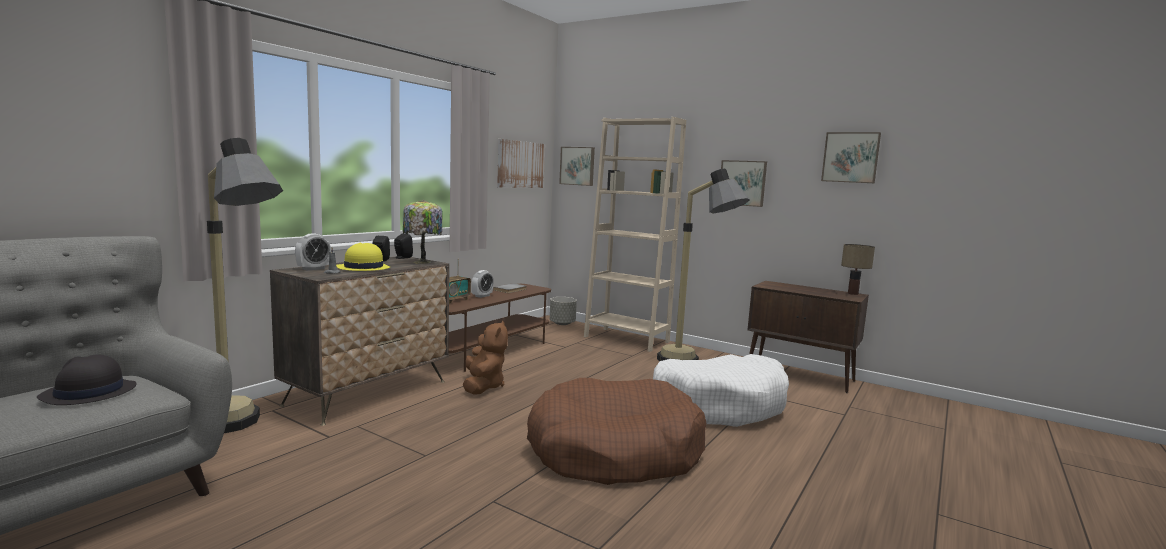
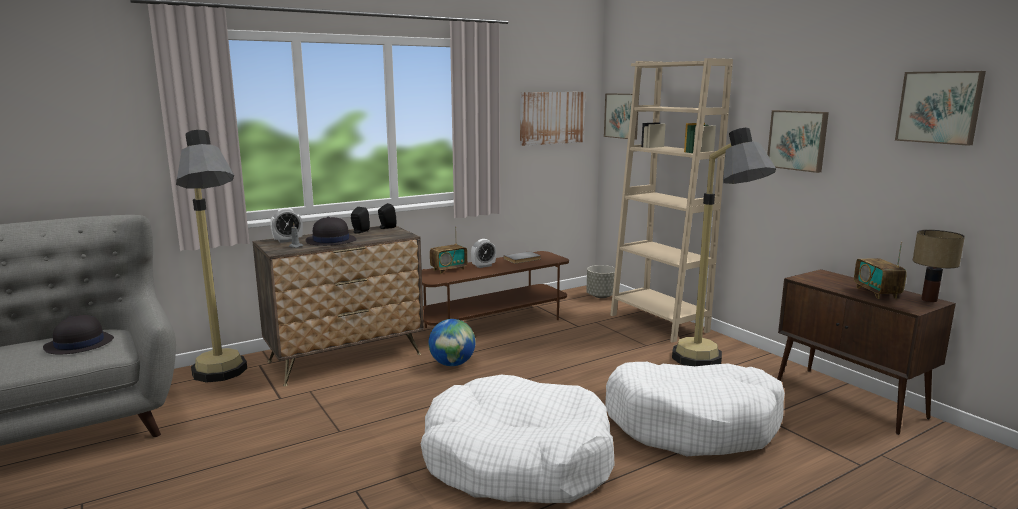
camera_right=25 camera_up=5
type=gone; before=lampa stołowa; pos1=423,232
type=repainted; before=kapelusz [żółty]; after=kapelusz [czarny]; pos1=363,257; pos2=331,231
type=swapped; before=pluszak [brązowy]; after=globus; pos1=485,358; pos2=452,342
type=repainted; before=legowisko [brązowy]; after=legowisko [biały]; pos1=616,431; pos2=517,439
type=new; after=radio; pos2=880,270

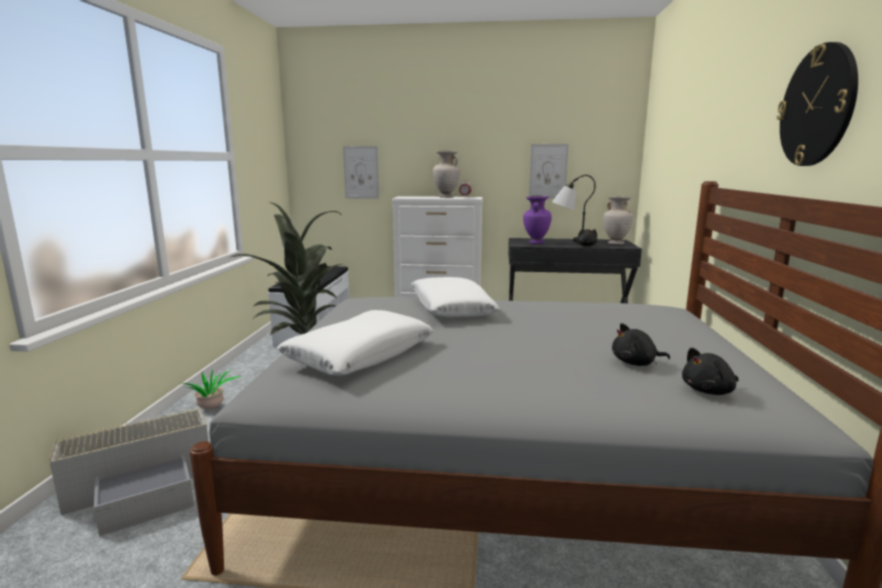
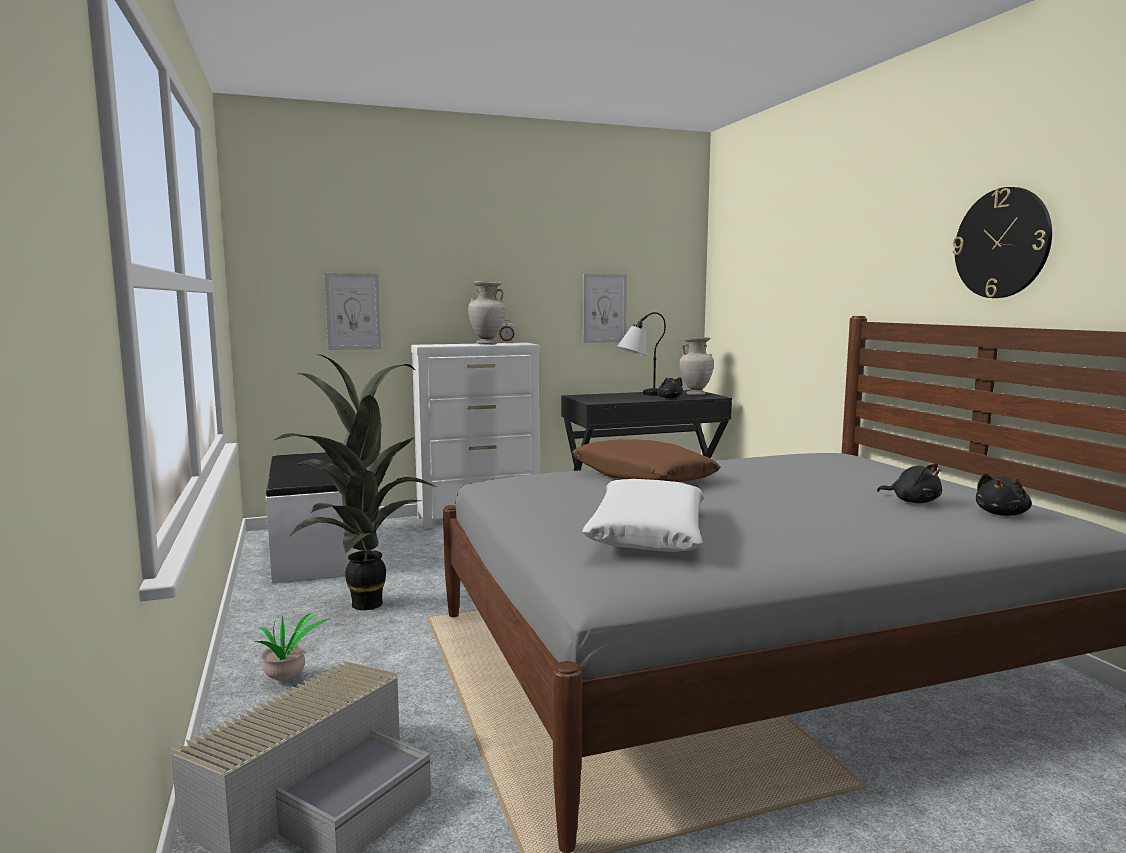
camera_right=-25 camera_up=-5
type=gone; before=wazon [fioletowy]; pos1=537,220
type=repainted; before=poduszka [biały]; after=poduszka [brązowy]; pos1=455,297; pos2=646,460
type=rotated; before=pluszak [czarny]; pos1=641,344; pos2=909,483; turn=-105

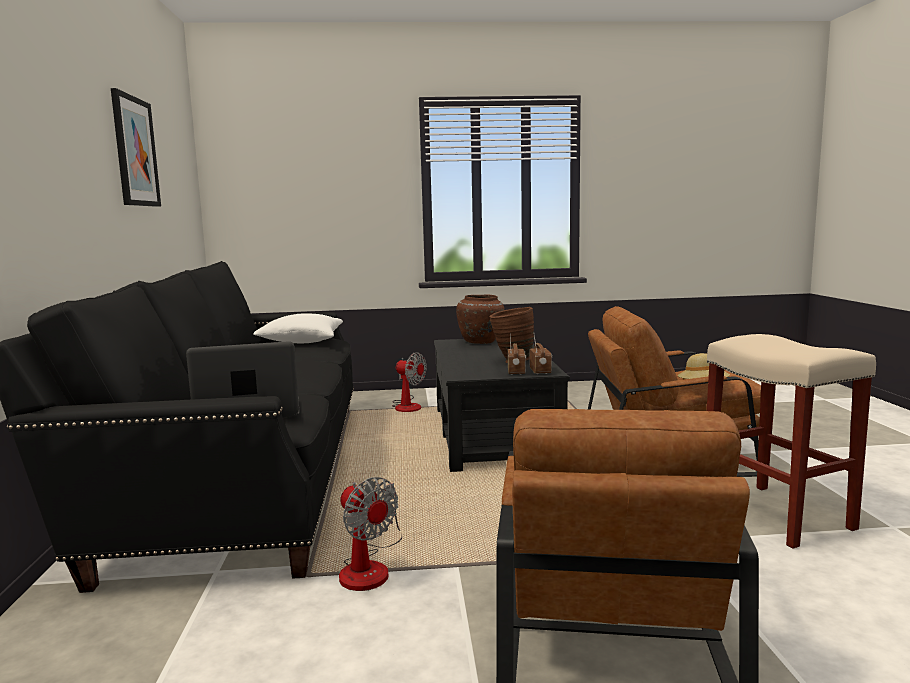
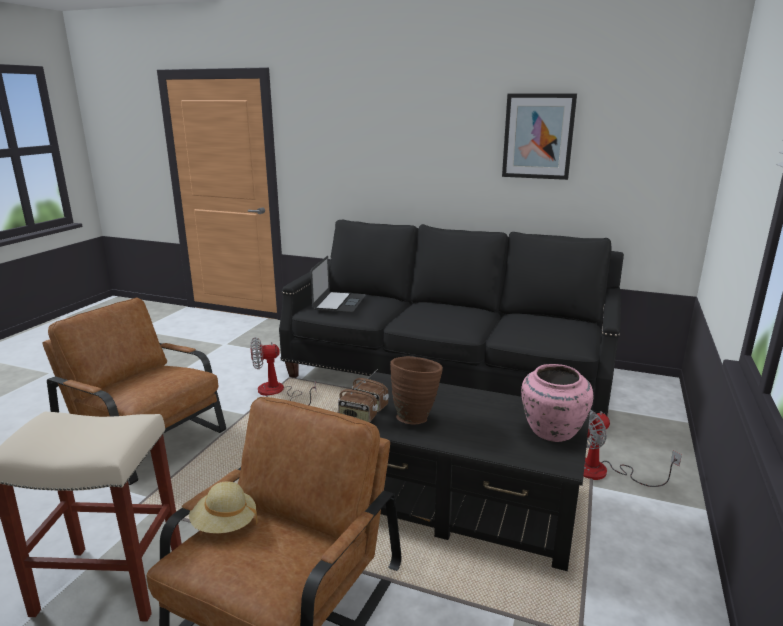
camera_right=115 camera_up=10
type=repainted; before=wazon [brązowy]; after=wazon [różowy]; pos1=480,319; pos2=557,403
type=gone; before=poduszka [biały]; pos1=298,328

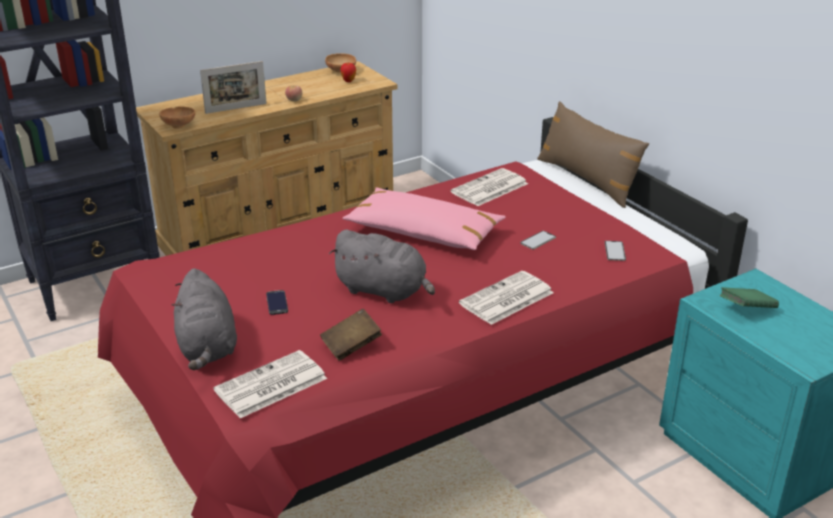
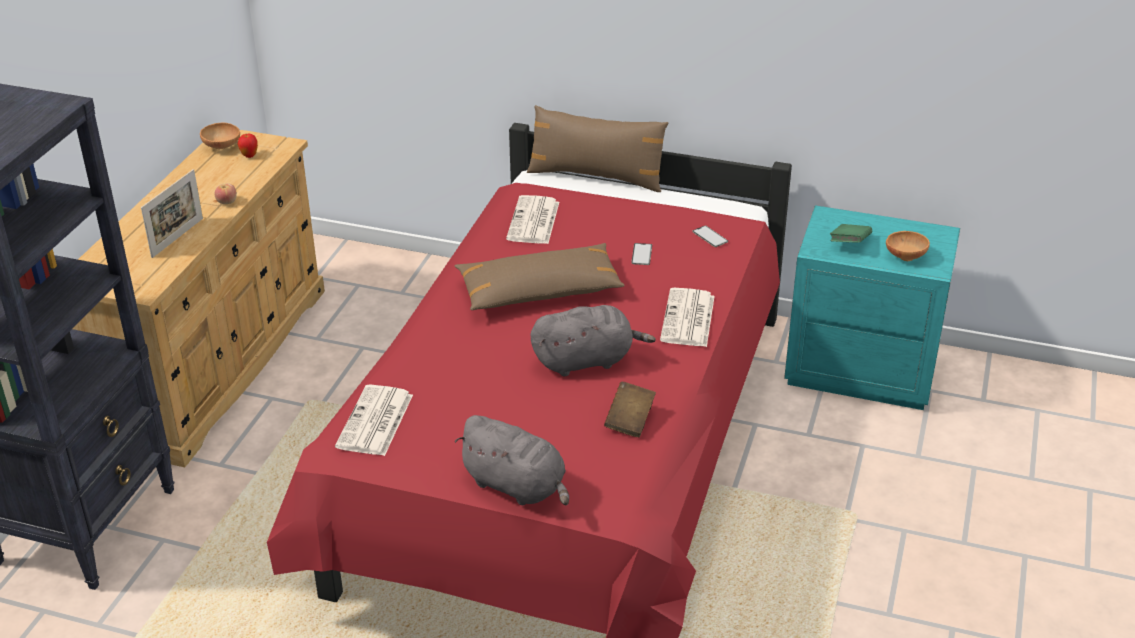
camera_right=-40 camera_up=5
type=shifted; before=miska [brązowy]; pos1=177,117; pos2=908,246
type=repainted; before=poduszka [różowy]; after=poduszka [brązowy]; pos1=424,218; pos2=540,276
type=gone; before=telefon; pos1=277,302
type=shifted; before=gazeta; pos1=270,384; pos2=374,420

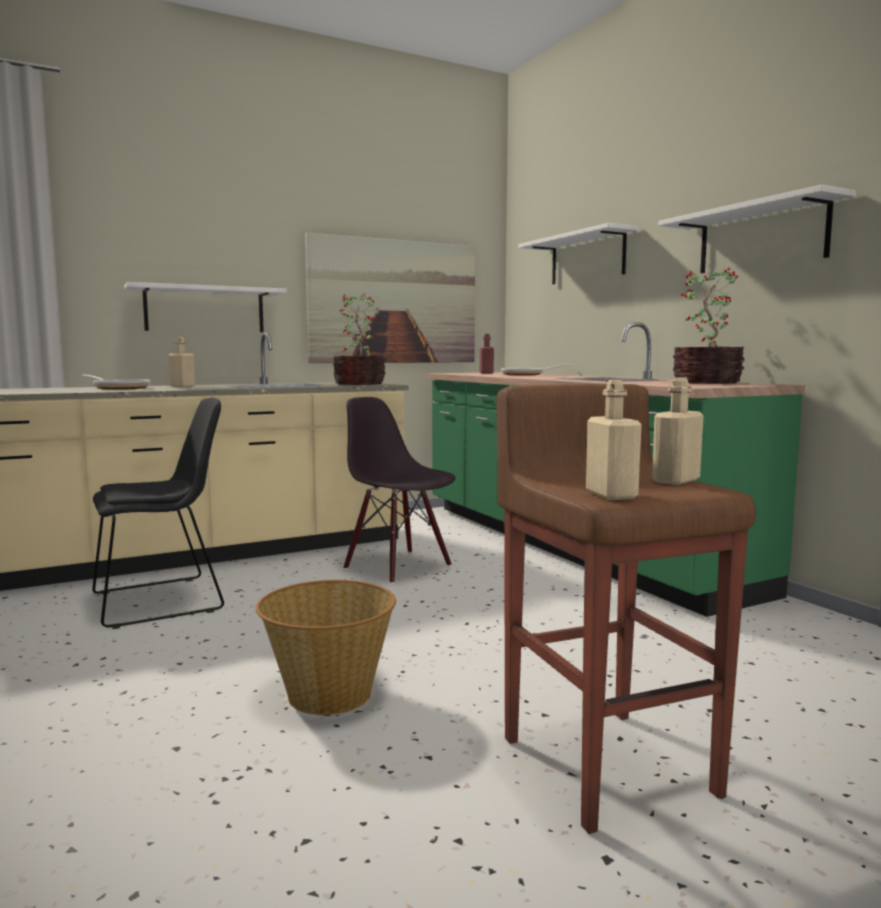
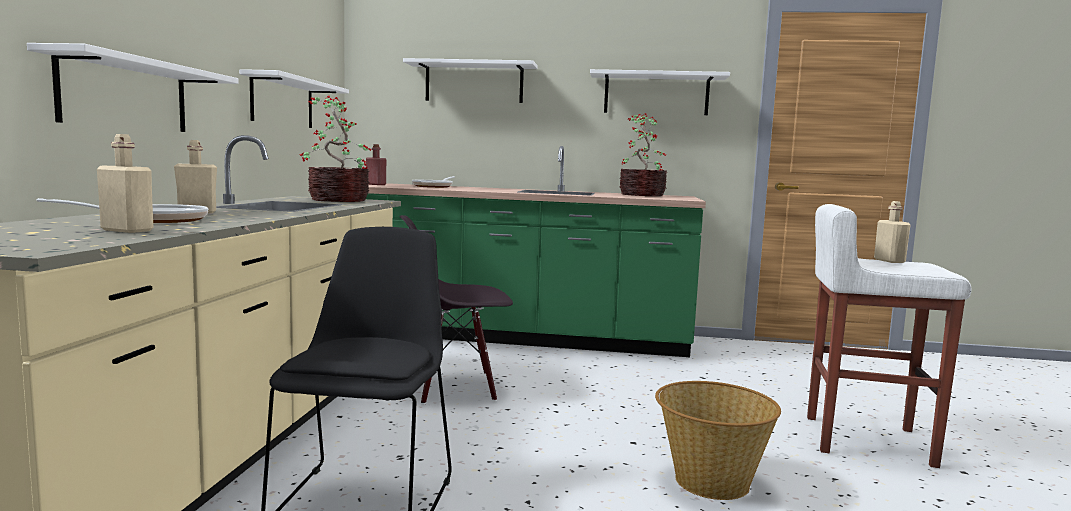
camera_right=-55 camera_up=0
type=swapped; before=obraz; after=półka [biały]; pos1=390,297; pos2=294,98
type=shifted; before=butelka [beżowy]; pos1=614,440; pos2=125,183
type=repainted; before=stołek [brązowy]; after=stołek [biały]; pos1=626,609; pos2=889,336

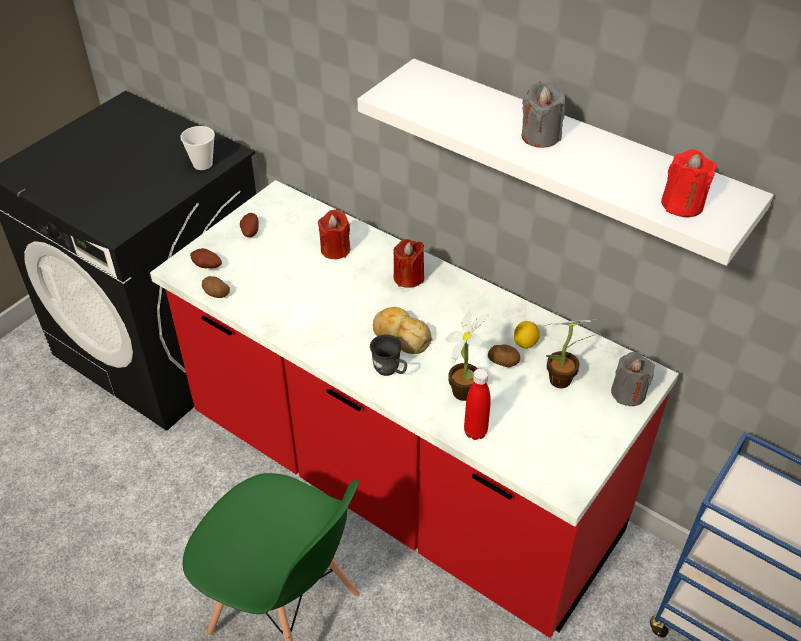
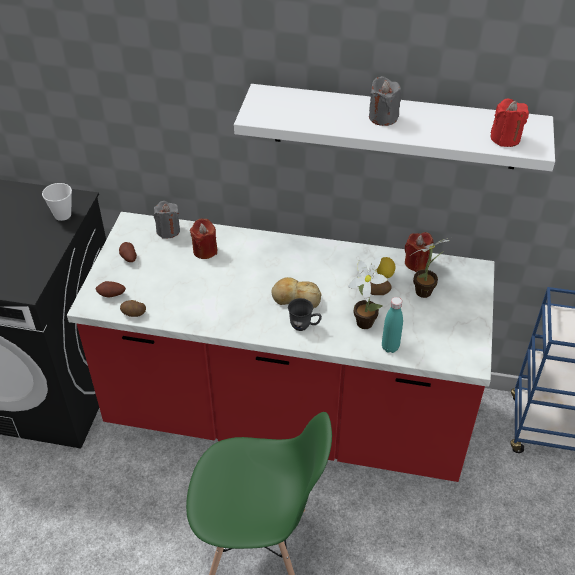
camera_right=-25 camera_up=0
type=shifted; before=świeca [czerwony]; pos1=409,263; pos2=419,252
type=shifted; before=świeca [szary]; pos1=633,379; pos2=167,220
type=repainted; before=butelka [czerwony]; after=butelka [turkusowy]; pos1=477,404; pos2=392,325

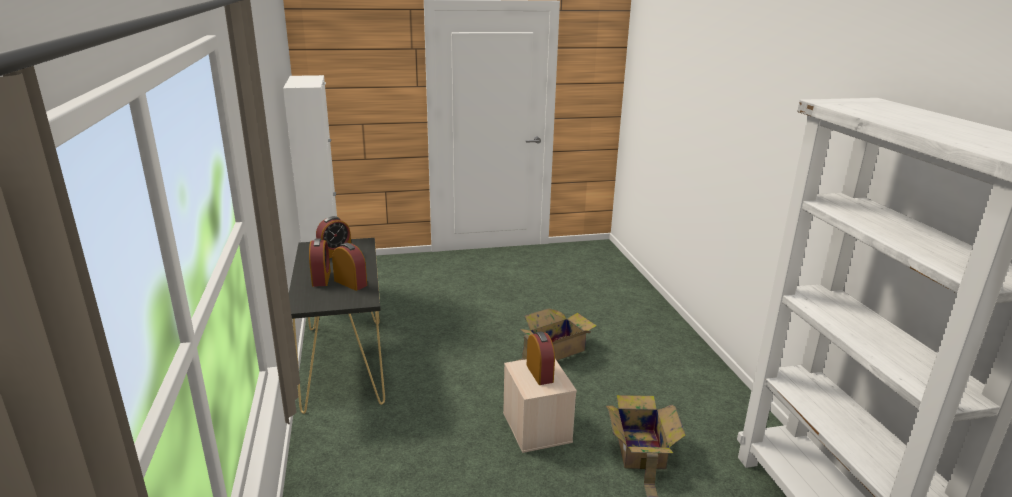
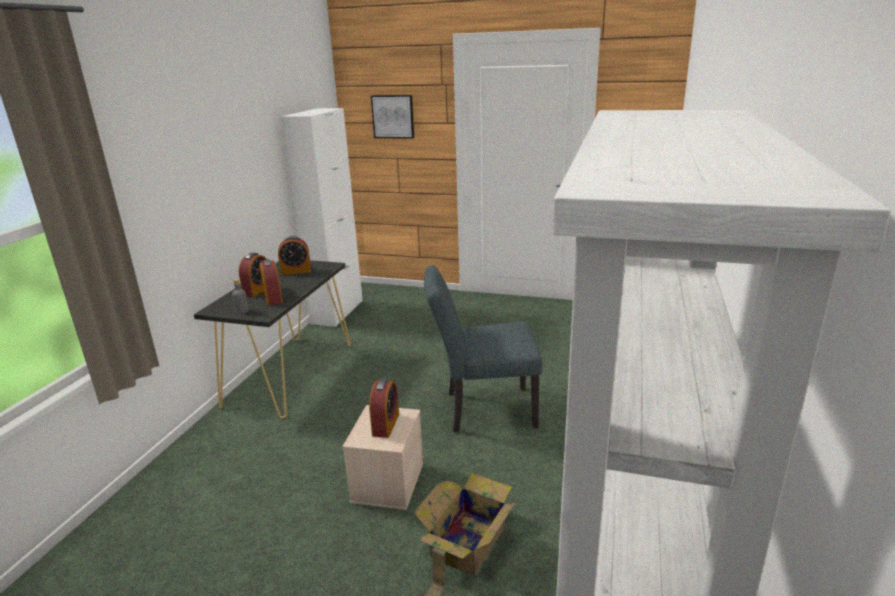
camera_right=30 camera_up=0
type=swapped; before=karton; after=krzesło [szary]; pos1=556,334; pos2=483,348
type=new; after=obraz; pos2=392,117
type=new; after=butelka [szary]; pos2=240,296

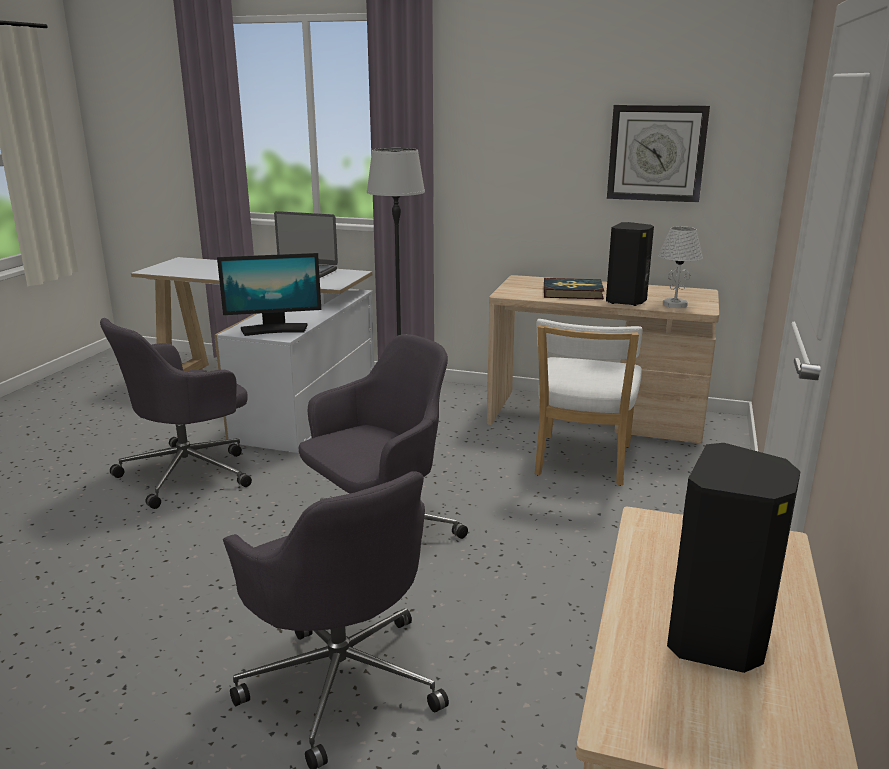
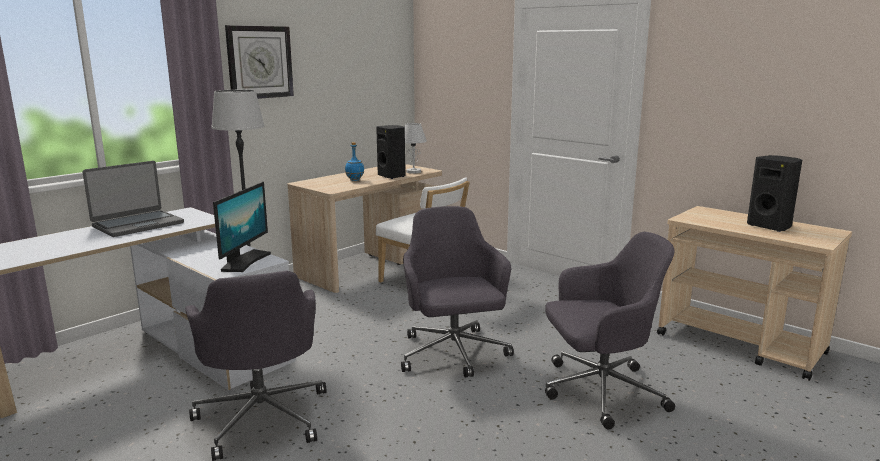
camera_right=-65 camera_up=-5
type=shifted; before=zegar ścienny; pos1=658,153; pos2=259,62
type=swapped; before=książka; after=butelka [niebieski]; pos1=574,288; pos2=354,161

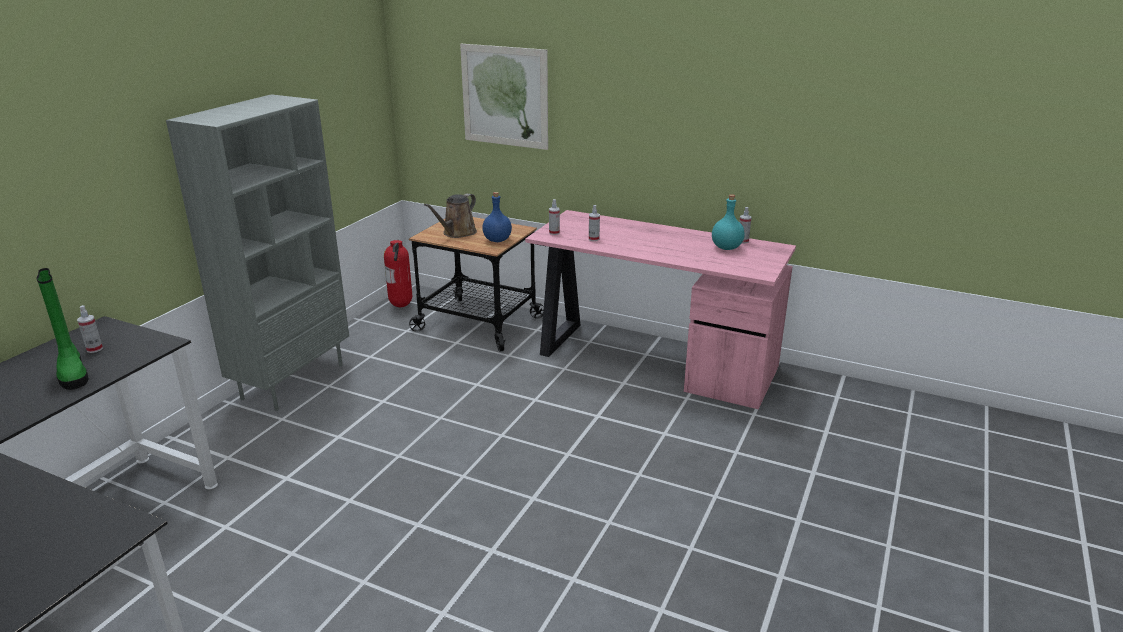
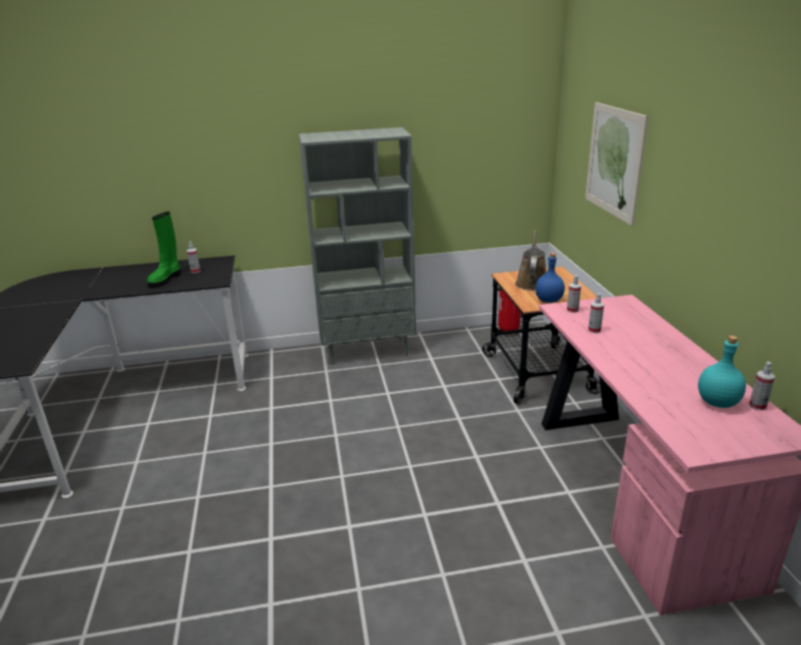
camera_right=55 camera_up=0
type=rotated; before=konewka [brązowy]; pos1=450,215; pos2=530,260; turn=105

